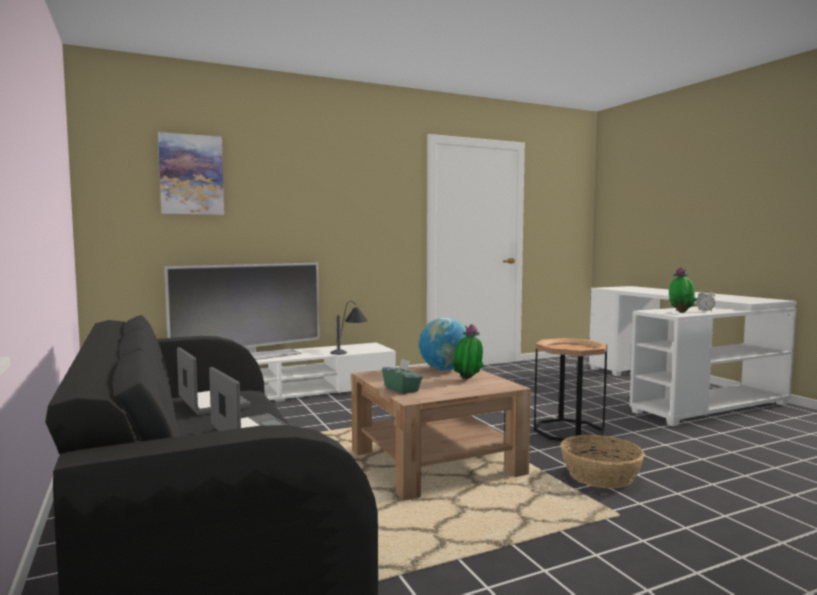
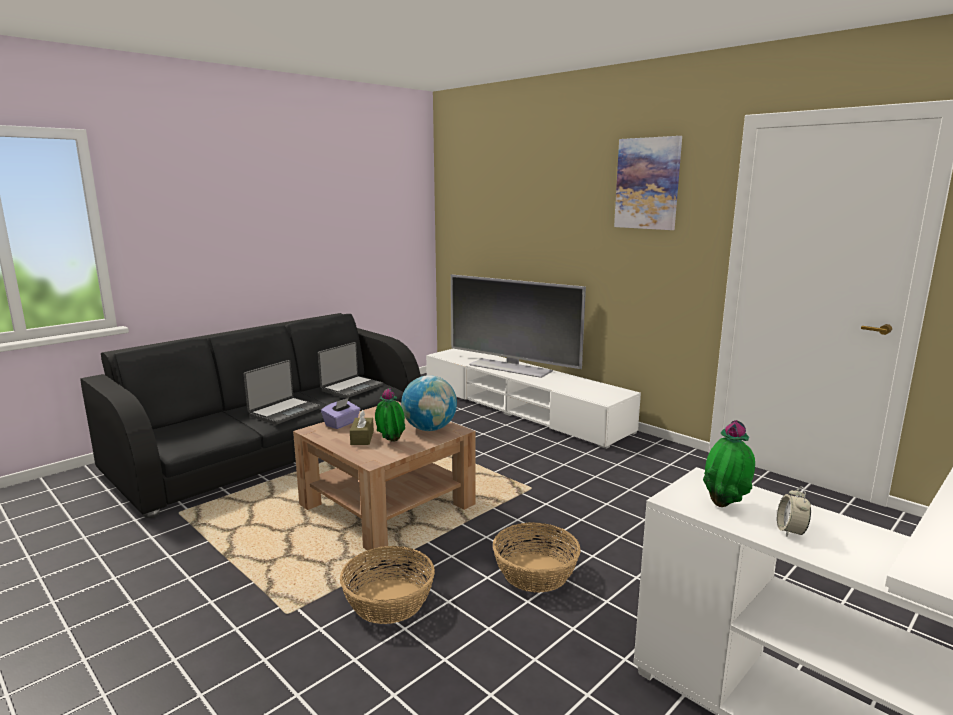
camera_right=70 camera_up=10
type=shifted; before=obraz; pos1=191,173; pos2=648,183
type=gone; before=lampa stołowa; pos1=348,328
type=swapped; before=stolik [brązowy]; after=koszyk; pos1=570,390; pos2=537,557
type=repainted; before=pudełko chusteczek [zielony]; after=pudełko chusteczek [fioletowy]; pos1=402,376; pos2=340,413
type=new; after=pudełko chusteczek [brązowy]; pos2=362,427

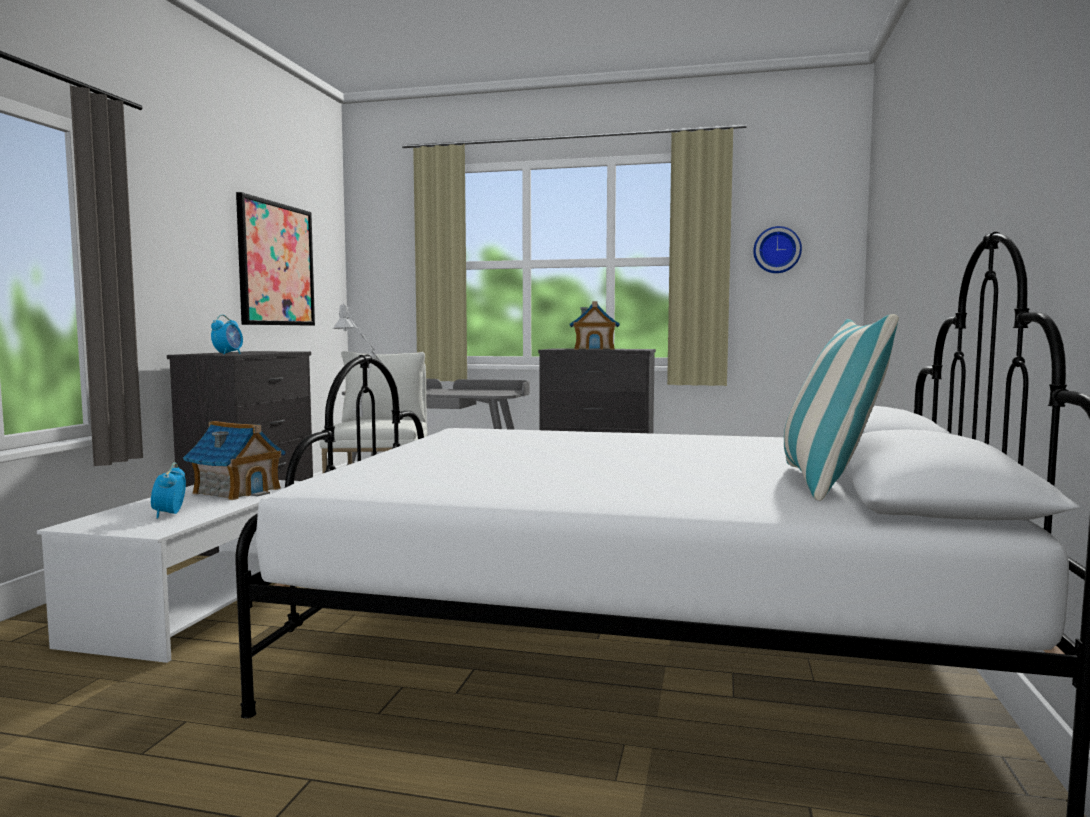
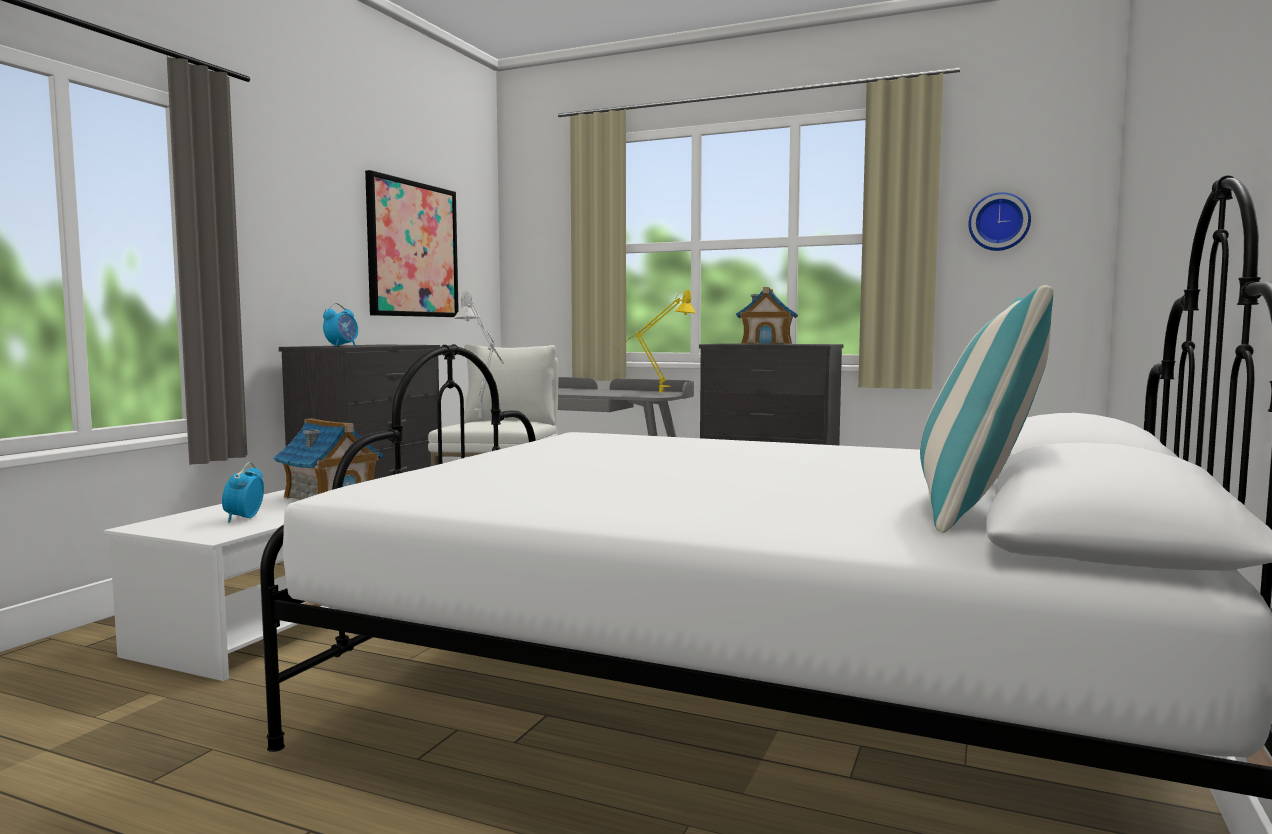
camera_right=10 camera_up=0
type=new; after=lampa stołowa [żółty]; pos2=656,341

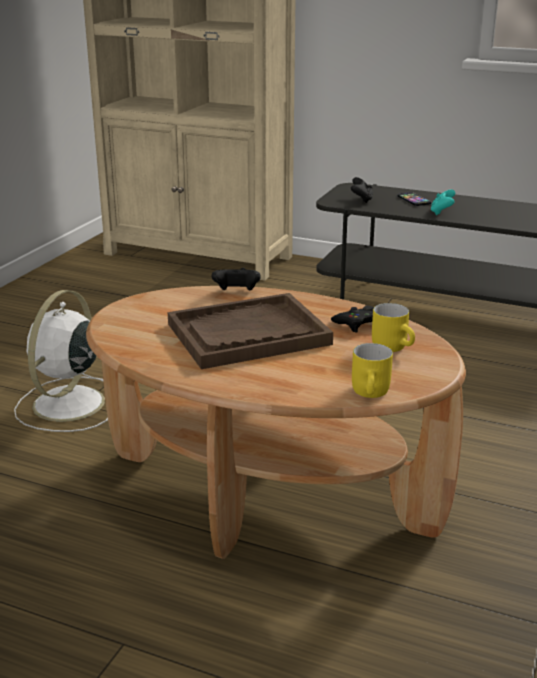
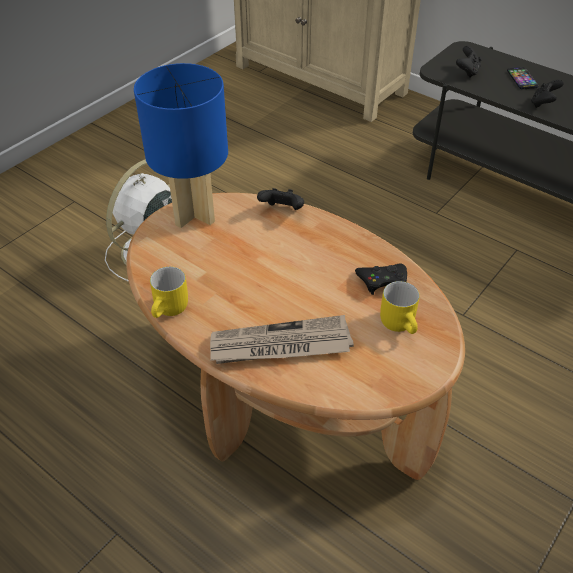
camera_right=15 camera_up=20
type=repainted; before=pad do gier [turkusowy]; after=pad do gier [czarny]; pos1=443,202; pos2=547,93
type=gone; before=taca [brązowy]; pos1=250,331
type=shifted; before=kubek [żółty]; pos1=372,370; pos2=169,292
type=new; after=lampa stołowa [niebieski]; pos2=181,145
type=new; after=gazeta; pos2=282,339

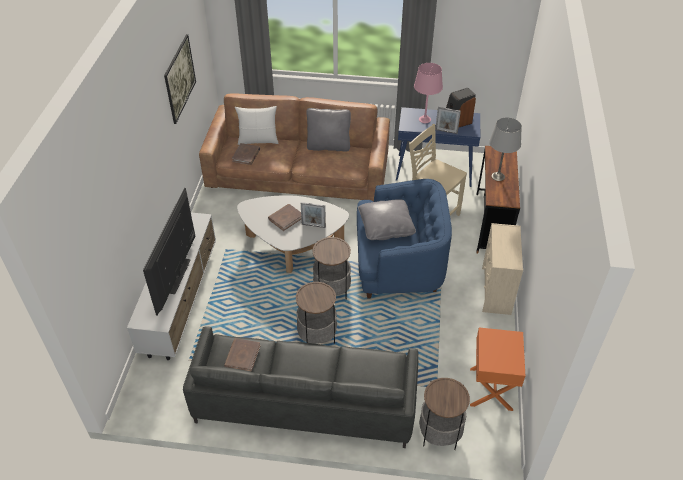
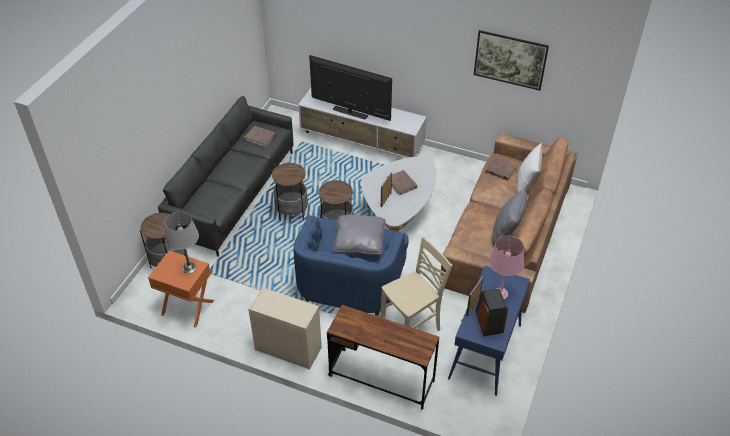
camera_right=105 camera_up=0
type=shifted; before=lampa stołowa [szary]; pos1=505,149; pos2=182,242

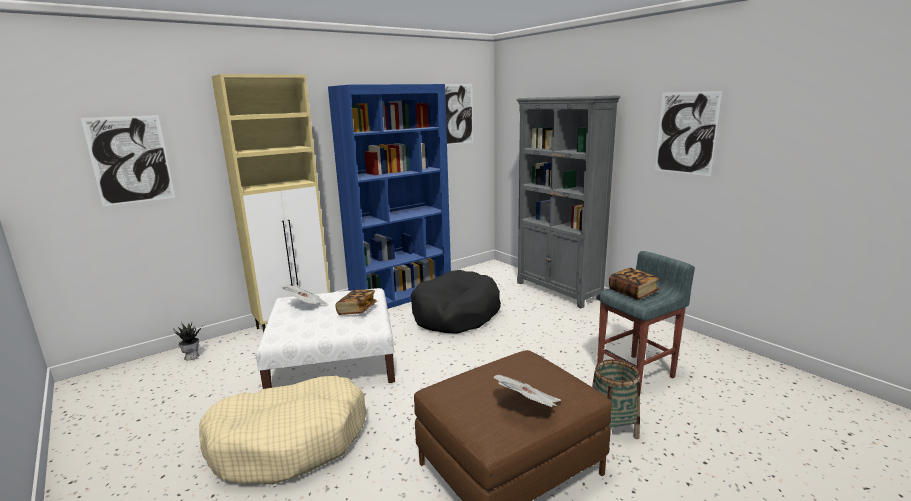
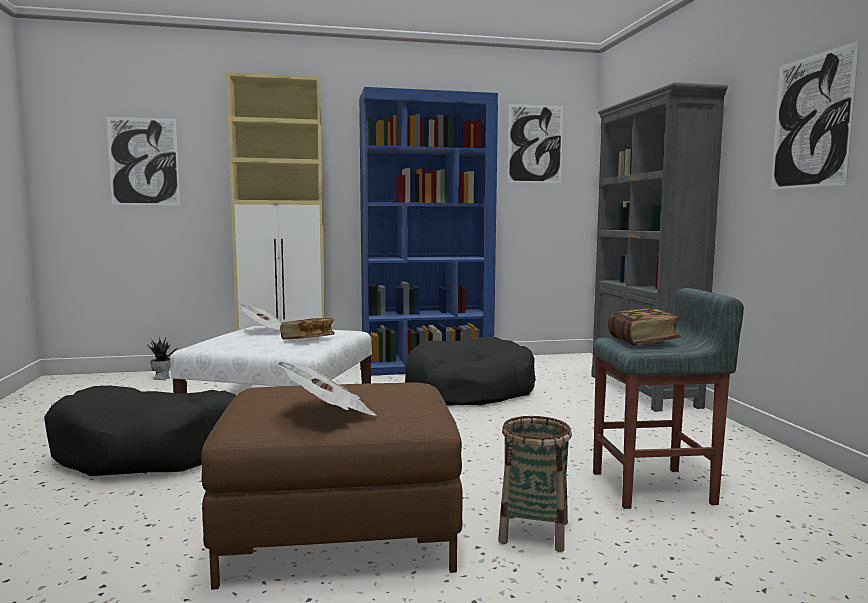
camera_right=25 camera_up=-10
type=repainted; before=legowisko [beżowy]; after=legowisko [czarny]; pos1=283,430; pos2=140,431

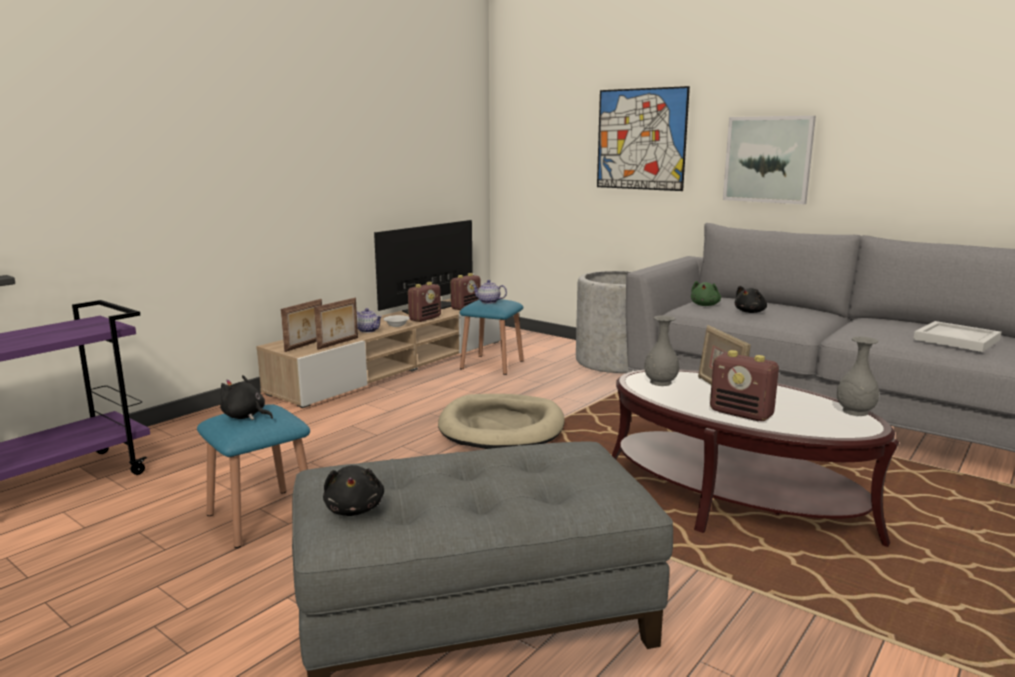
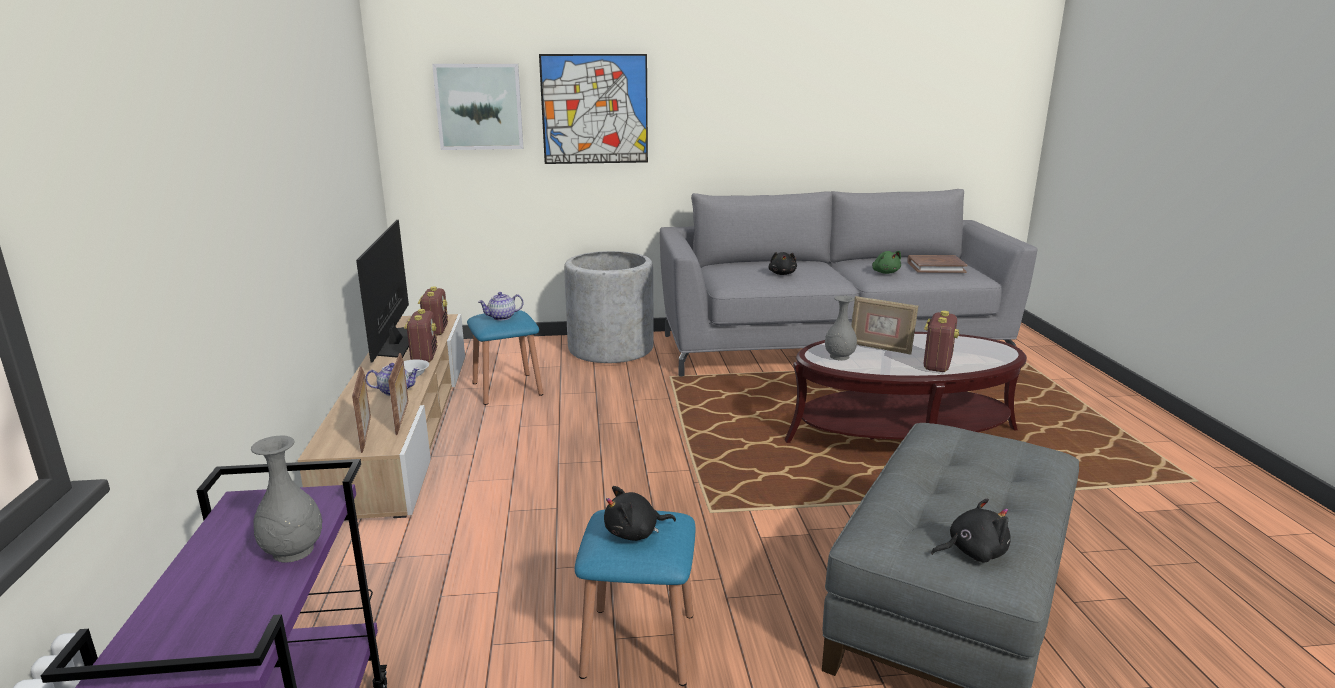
camera_right=-45 camera_up=5
type=shifted; before=obraz; pos1=769,160; pos2=477,107
type=shifted; before=pluszak [zielony]; pos1=706,293; pos2=886,262
type=swapped; before=taca [biały]; after=książka [brązowy]; pos1=957,336; pos2=937,264
type=shifted; before=wazon [szary]; pos1=858,376; pos2=286,499
type=rotated; before=radio; pos1=744,385; pos2=941,341; turn=-60
type=gone; before=legowisko [beżowy]; pos1=501,421
type=rotated; before=pluszak [czarny]; pos1=353,490; pos2=971,530; turn=-45

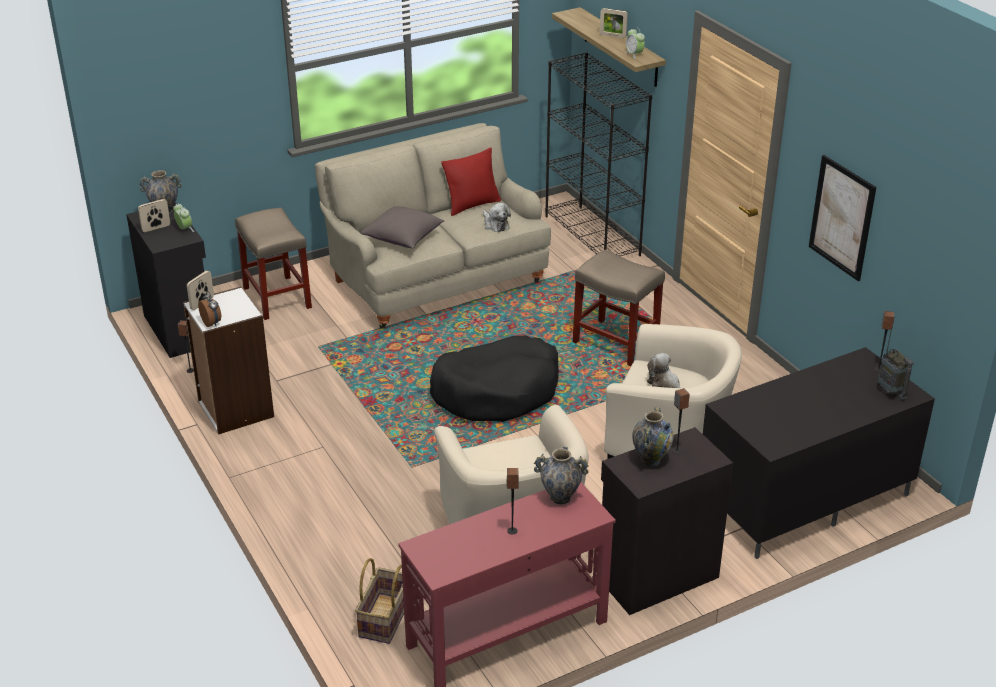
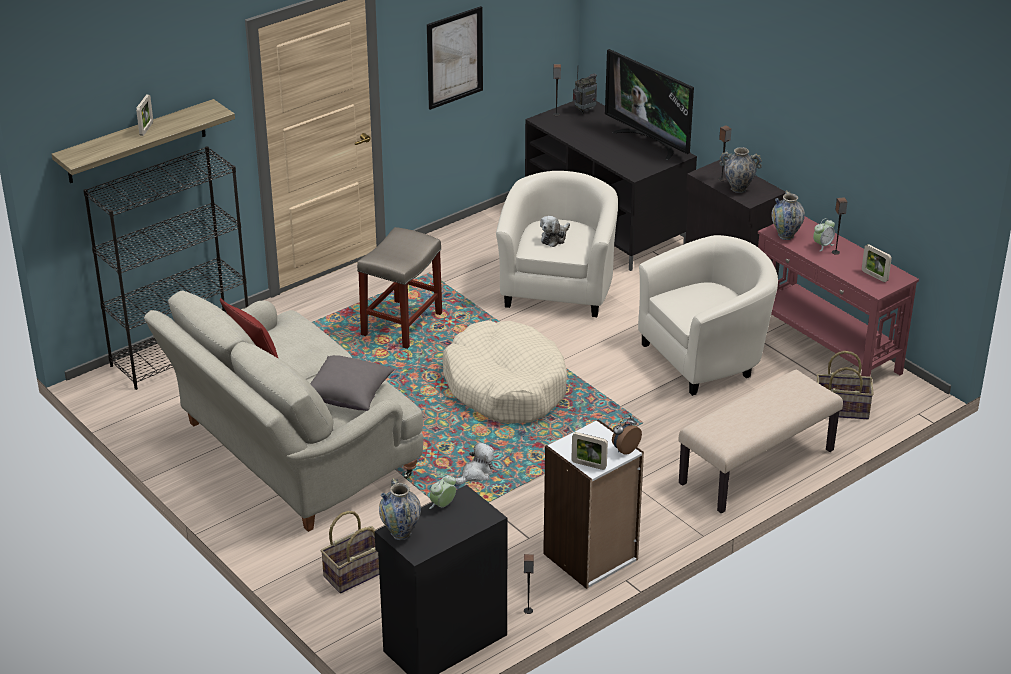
camera_right=-100 camera_up=0
type=shifted; before=budzik; pos1=635,43; pos2=824,234
type=shifted; before=ramka na zdjęcie; pos1=154,215; pos2=877,263
type=shifted; before=pluszak; pos1=497,217; pos2=474,463
type=swapped; before=stołek [beżowy]; after=koszyk; pos1=273,264; pos2=350,552
type=repainted; before=legowisko [czarny]; after=legowisko [beżowy]; pos1=494,378; pos2=505,371
type=new; after=telewizor; pos2=649,104
type=new; after=ławka [beżowy]; pos2=761,442

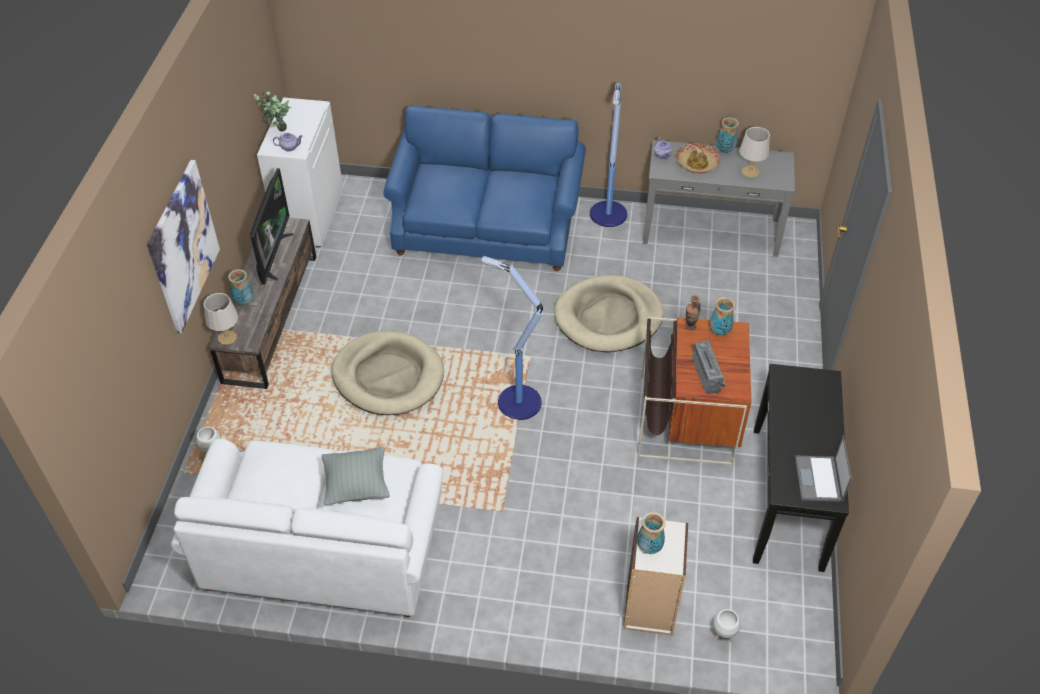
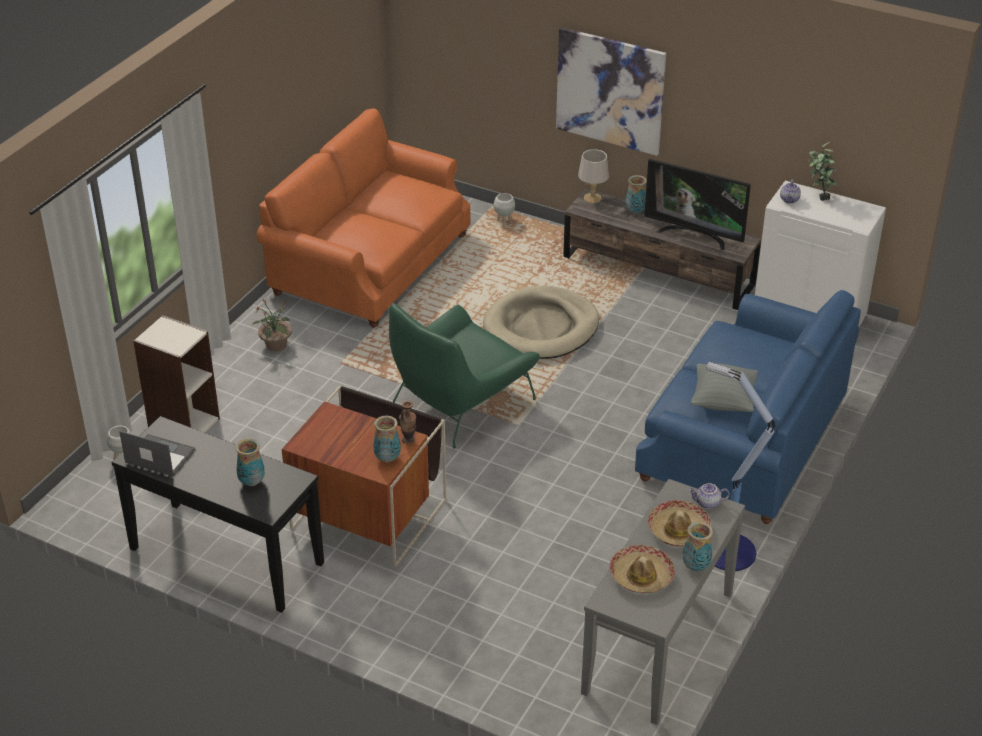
camera_right=110 camera_up=-10
type=swapped; before=lampa stołowa [szary]; after=kapelusz; pos1=754,152; pos2=642,569
type=swapped; before=lampa stojąca; after=fotel [zielony]; pos1=512,338; pos2=464,376
type=gone; before=legowisko [beżowy]; pos1=609,313
type=gone; before=radio; pos1=709,367
type=repainted; before=kanapa [biały]; after=kanapa [pomarańczowy]; pos1=307,528; pos2=363,218
type=shifted; before=poduszka [szary]; pos1=356,476; pos2=724,387
type=shifted; before=wazon; pos1=651,533; pos2=250,462
type=new; after=roślina doniczkowa; pos2=272,325

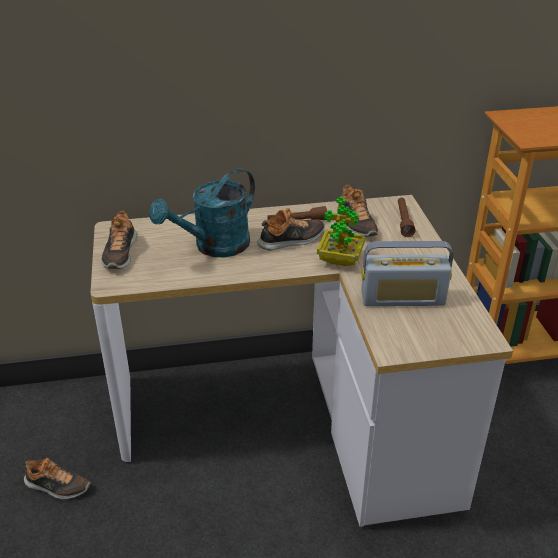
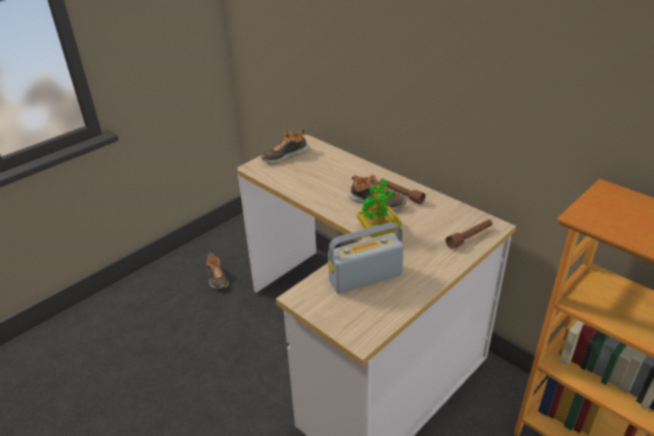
camera_right=55 camera_up=0
type=gone; before=konewka [turkusowy]; pos1=202,212
type=gone; before=but; pos1=360,210
type=rotated; before=radio; pos1=407,273; pos2=366,258; turn=105

